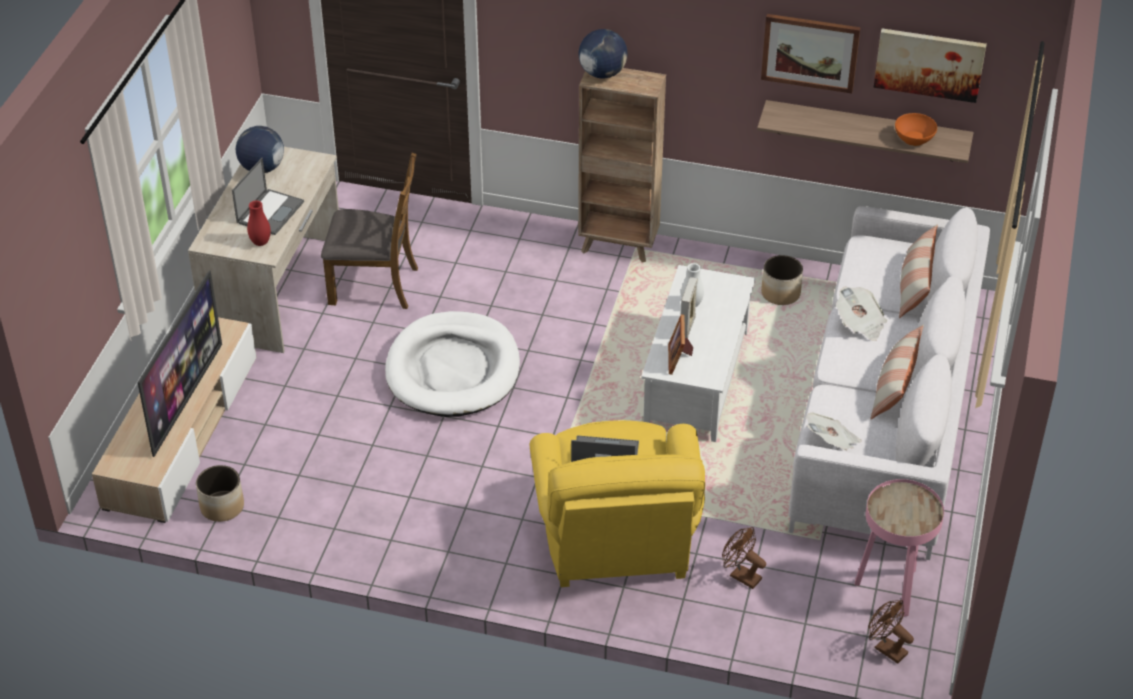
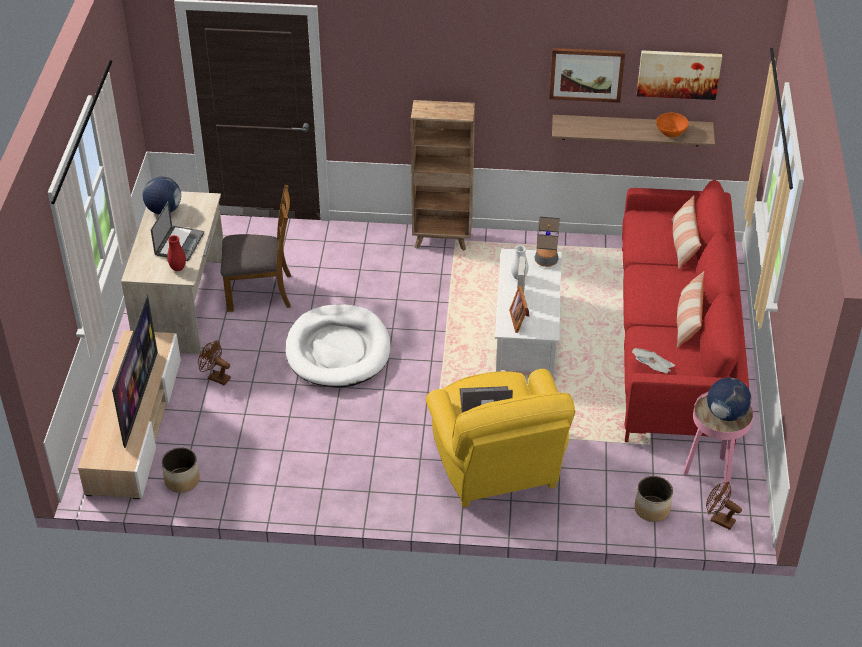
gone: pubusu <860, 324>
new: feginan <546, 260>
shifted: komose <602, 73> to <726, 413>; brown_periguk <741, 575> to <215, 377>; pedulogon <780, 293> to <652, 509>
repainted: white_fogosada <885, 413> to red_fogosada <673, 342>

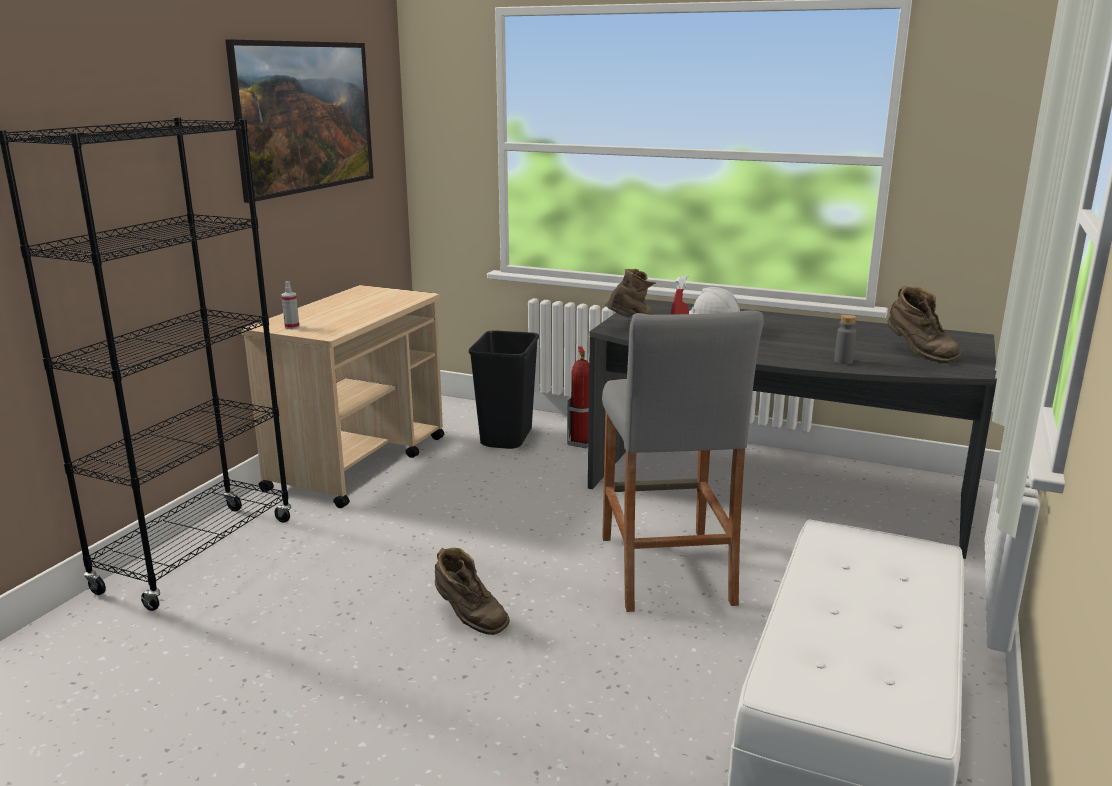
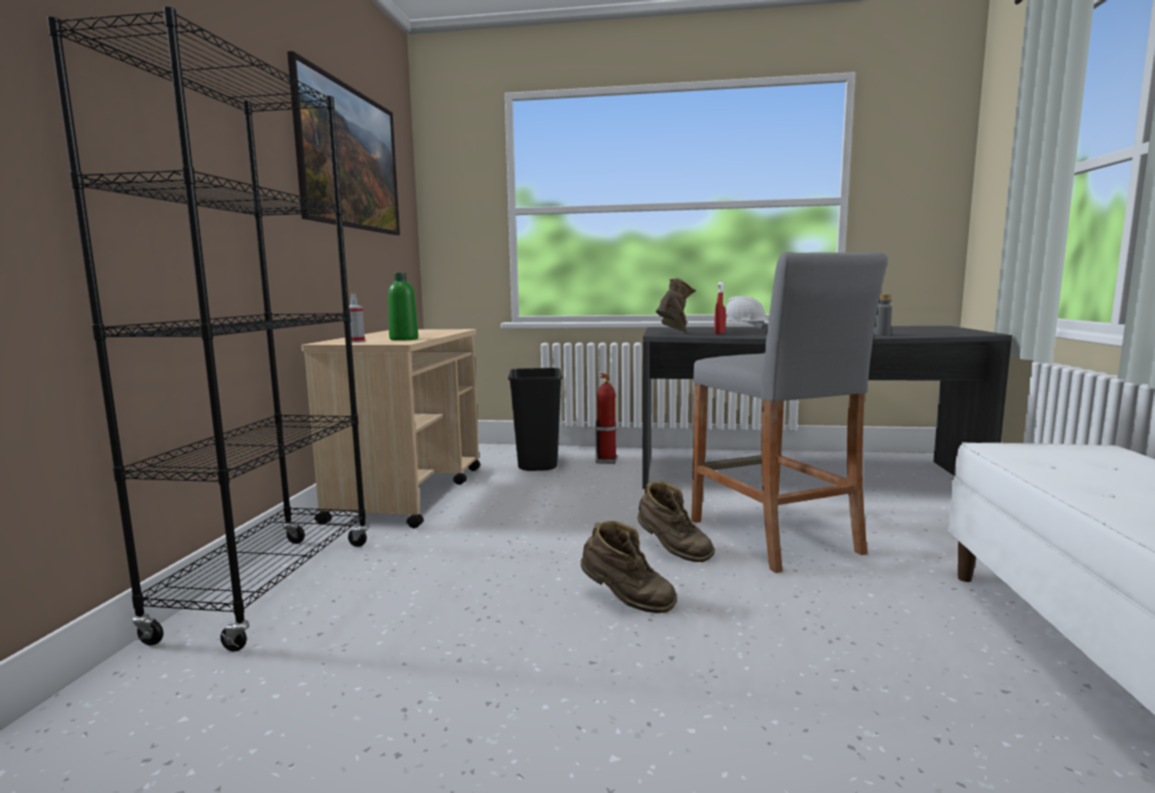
new: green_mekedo <404, 339>
shifted: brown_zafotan <918, 354> to <672, 551>

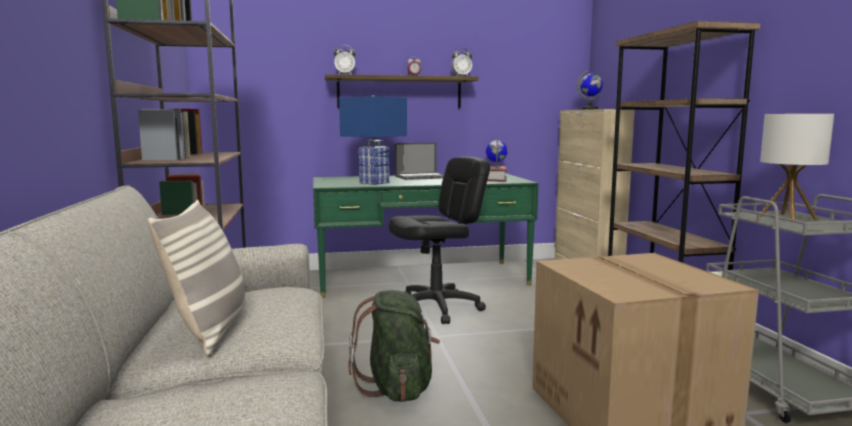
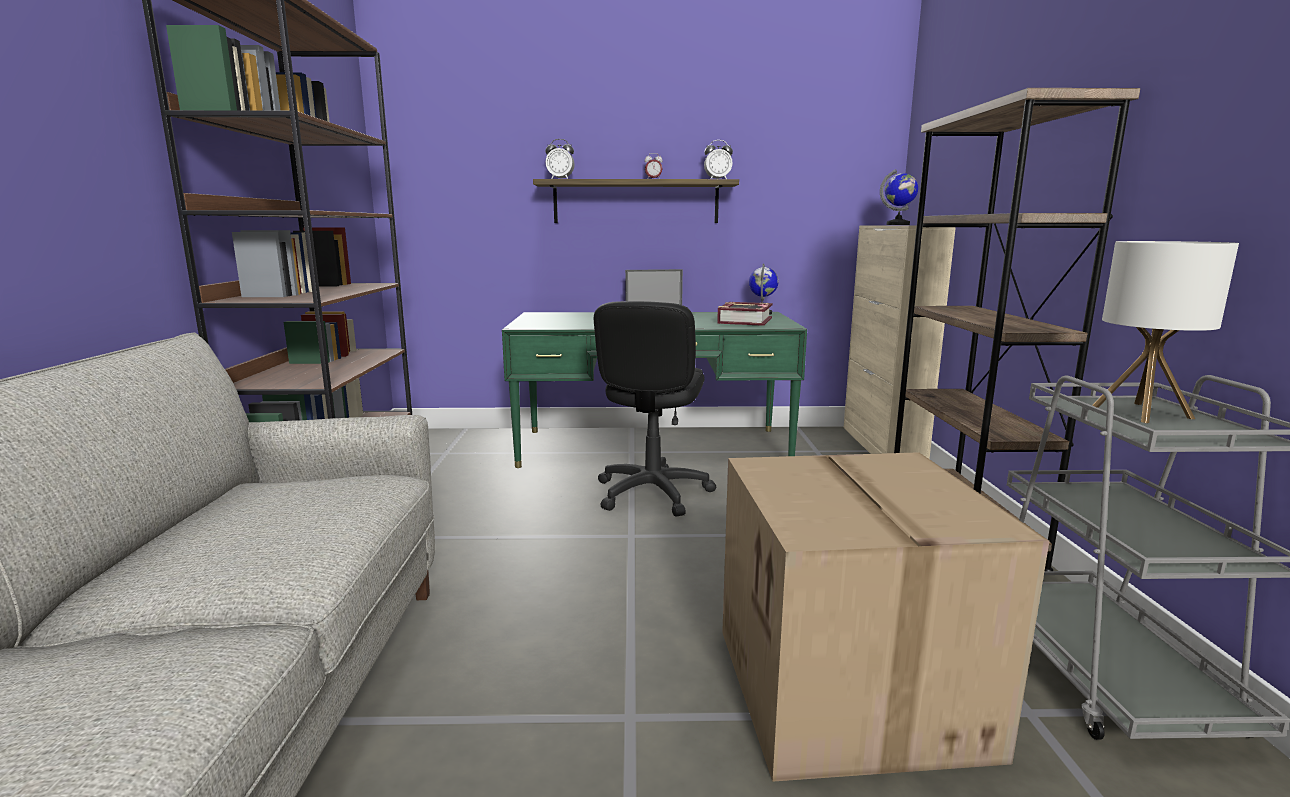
gone: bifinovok <210, 329>; blue_feginan <374, 183>; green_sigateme <397, 388>
rotated: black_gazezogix <437, 308> = <652, 493> 120 degrees clockwise

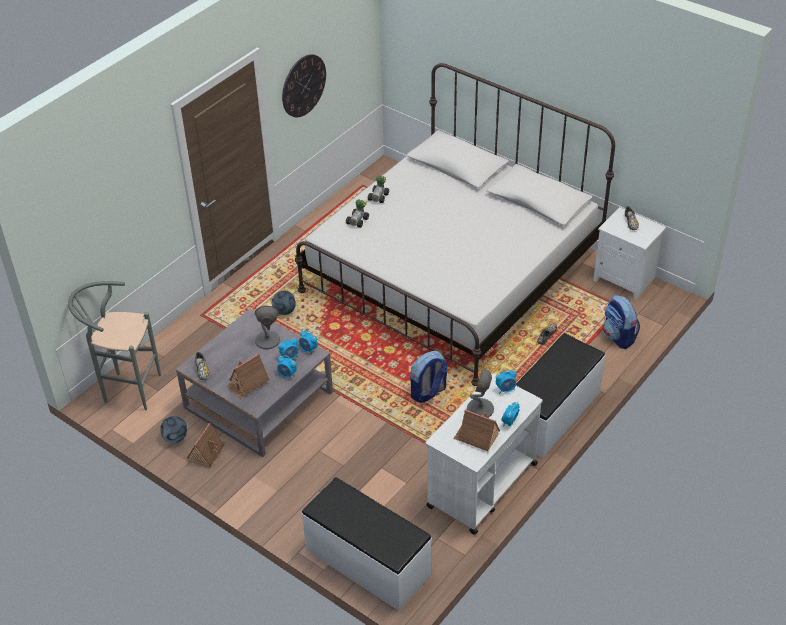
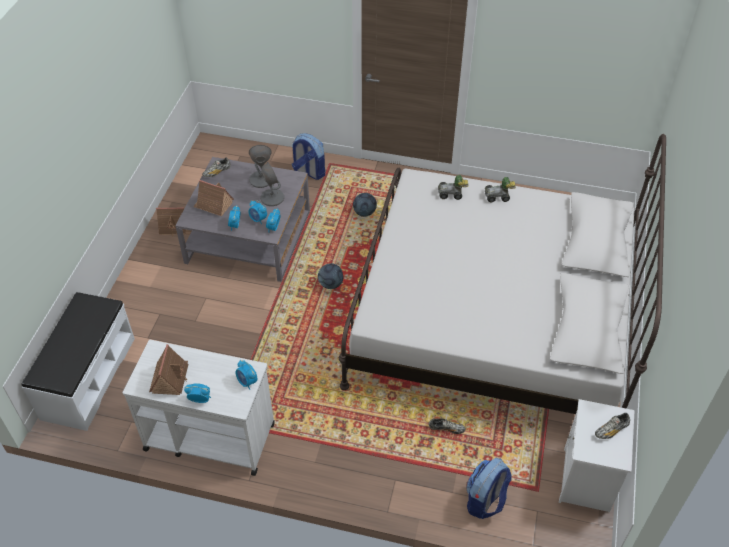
gone: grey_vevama <126, 389>; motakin <303, 85>; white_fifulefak <552, 414>
shifted: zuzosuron <175, 438> to <331, 284>; sigateme <428, 392> to <309, 172>; grey_feginan <480, 409> to <260, 180>

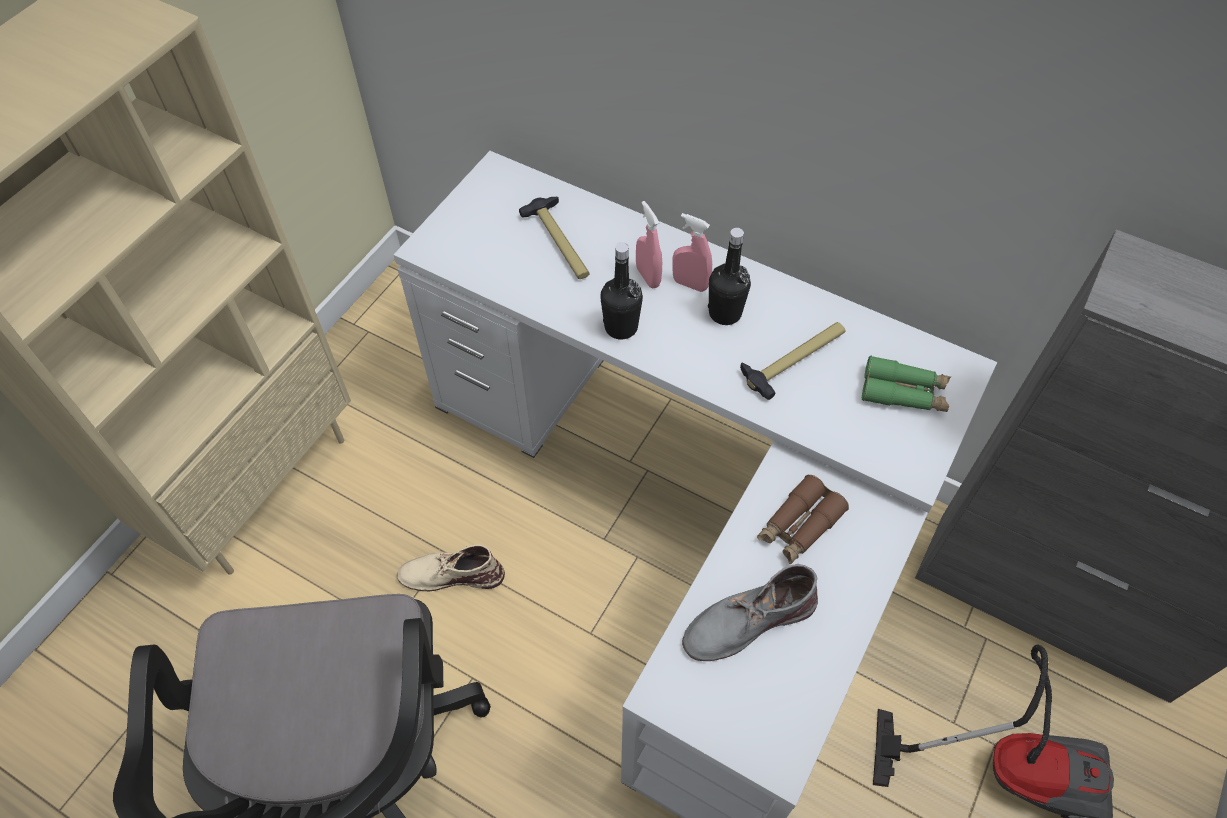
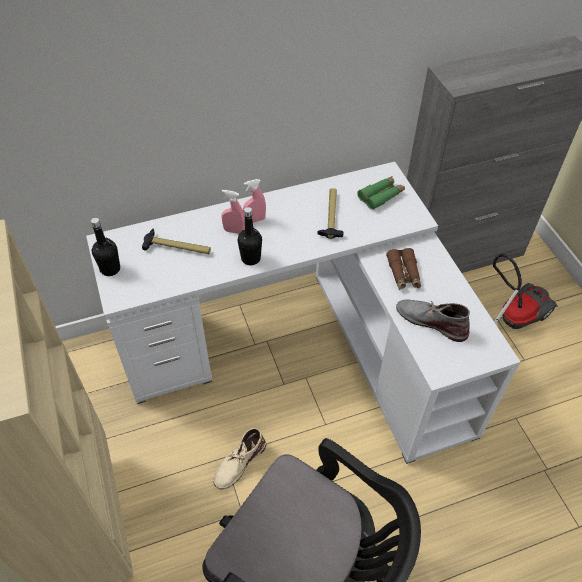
shifted: black_mekedo <725, 313> to <110, 269>
rotated: grey_zafotan <747, 621> = <431, 321> 105 degrees clockwise

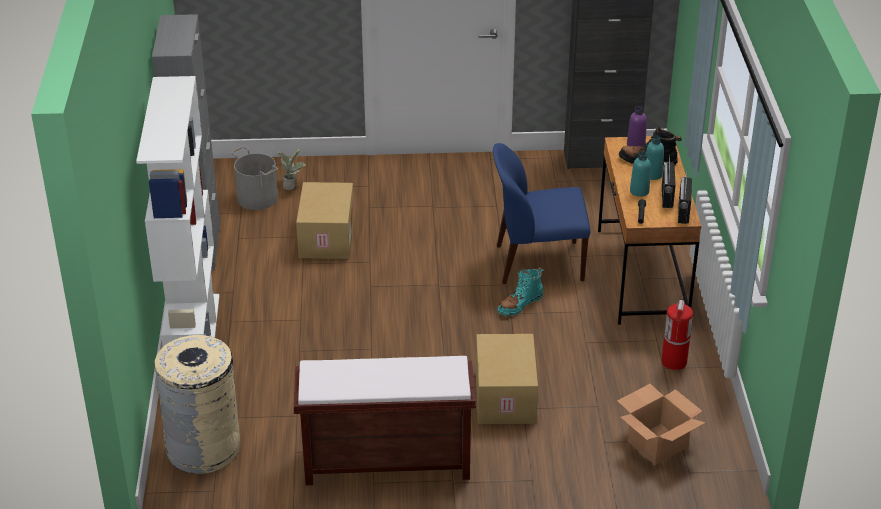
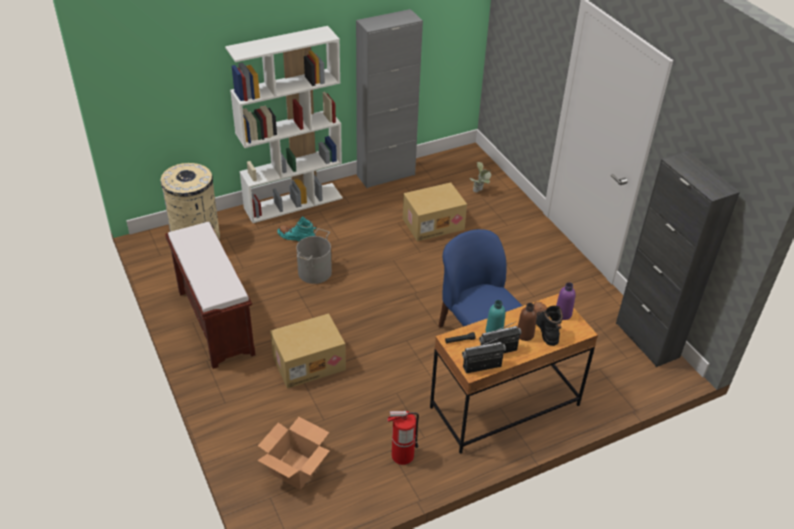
shifted: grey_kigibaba <258, 198> to <315, 272>; turquoise_zafotan <520, 304> to <297, 238>
repainted: turquoise_mekedo <652, 175> to brown_mekedo <525, 334>

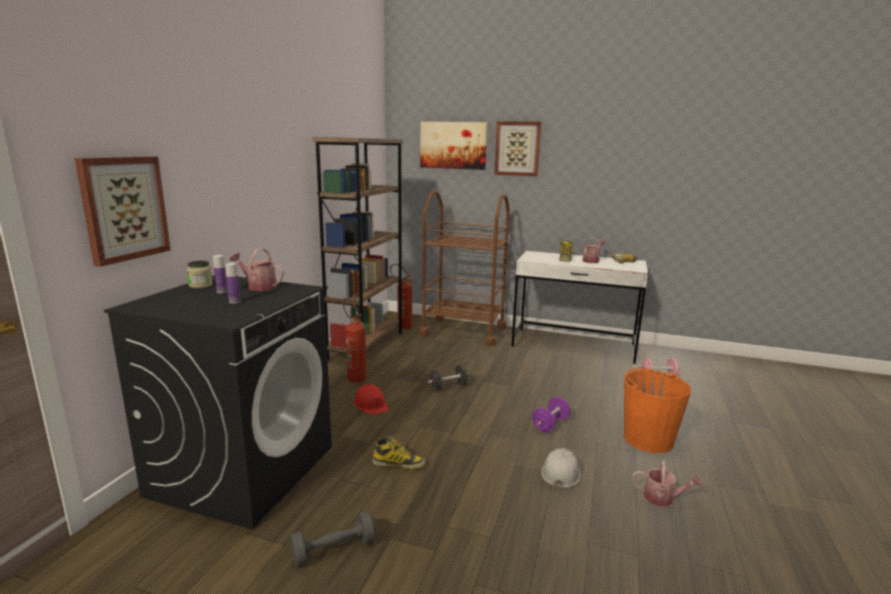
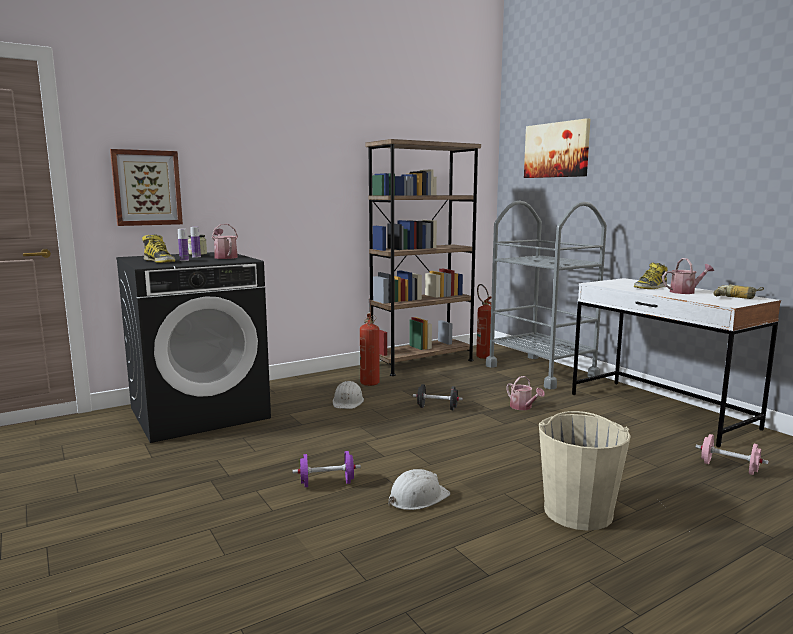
gone: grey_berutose <333, 550>; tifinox <517, 148>
shifted: zafotan <399, 463> to <160, 261>; purple_berutose <550, 424> to <327, 483>; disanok <662, 498> to <523, 407>
repainted: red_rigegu <371, 404> to white_rigegu <348, 402>; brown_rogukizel <463, 331> to grey_rogukizel <541, 371>; orange_kigibaba <647, 439> to beige_kigibaba <578, 511>

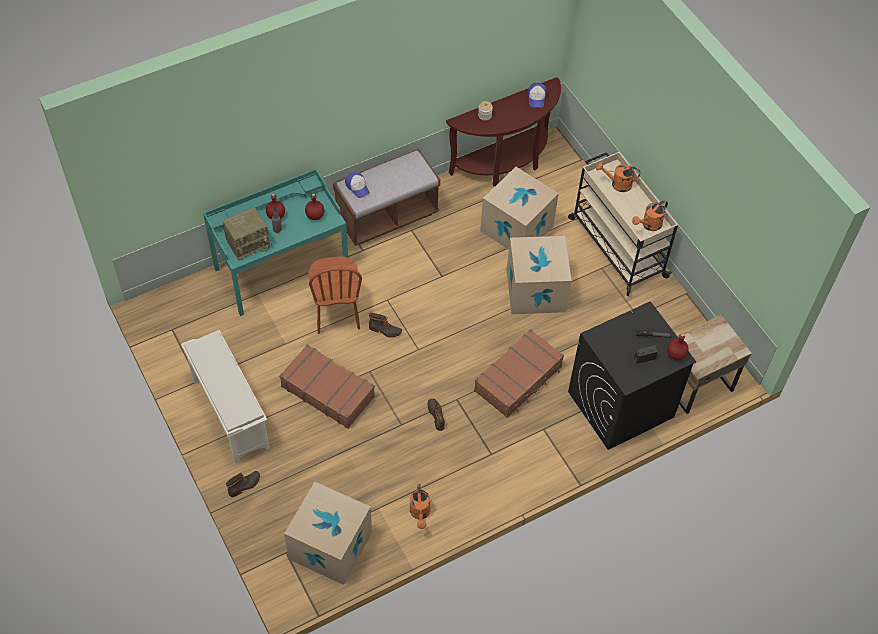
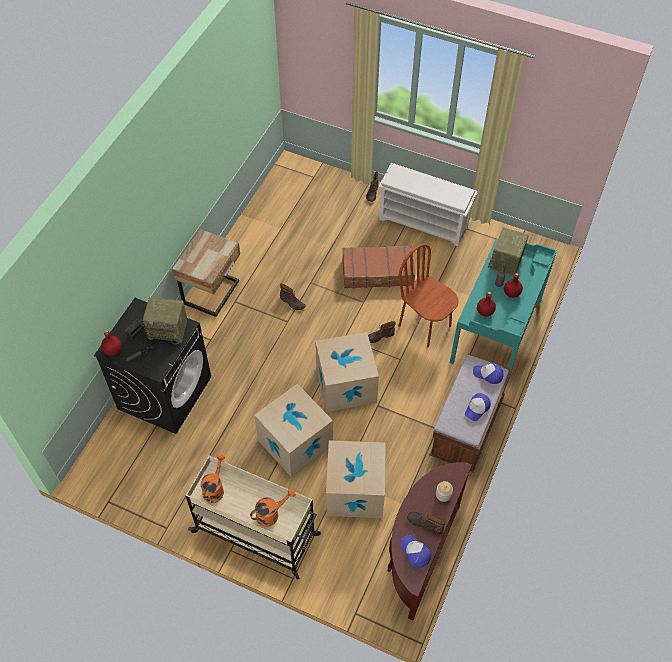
gone: orange_disanok <420, 513>; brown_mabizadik <518, 379>
new: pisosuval <168, 329>; zafotan <425, 523>; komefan <477, 408>
shifted: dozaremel <330, 546> to <346, 385>; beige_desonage <695, 384> to <213, 293>

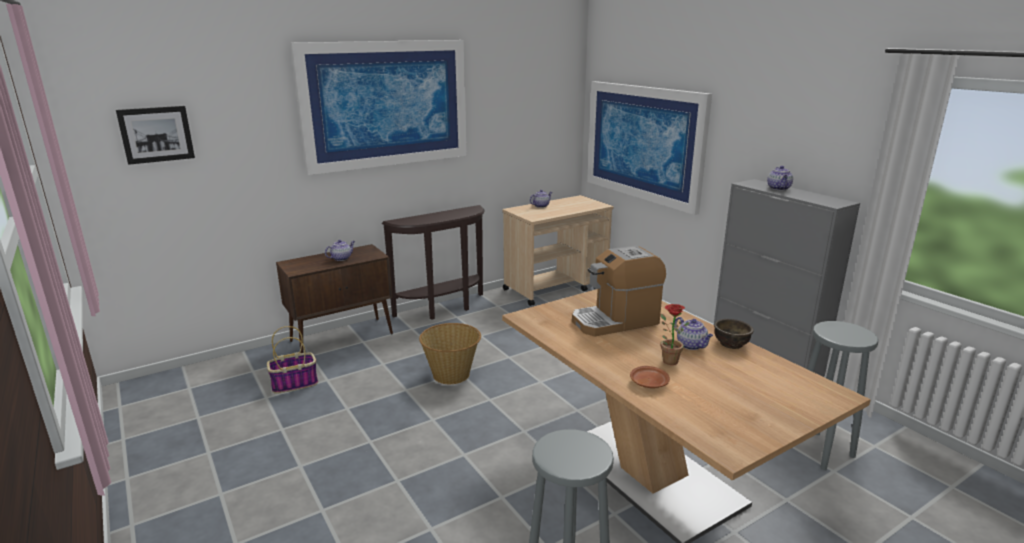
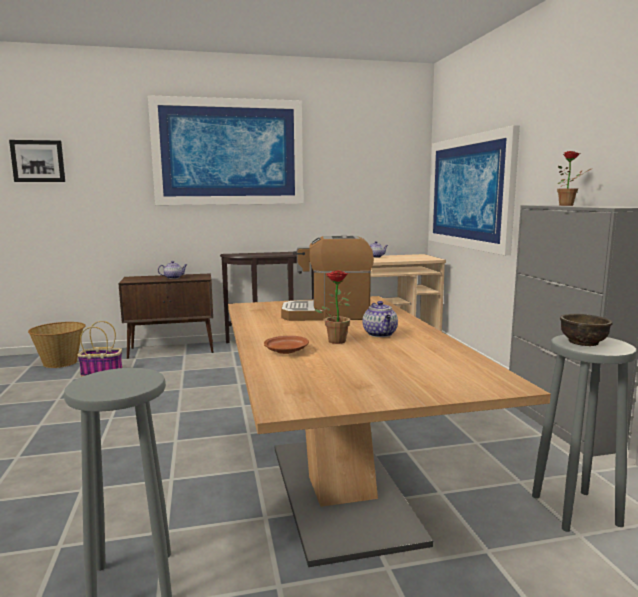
shifted: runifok <452, 374> to <61, 362>; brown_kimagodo <730, 344> to <582, 342>
swapped: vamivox <779, 188> to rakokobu <569, 205>

